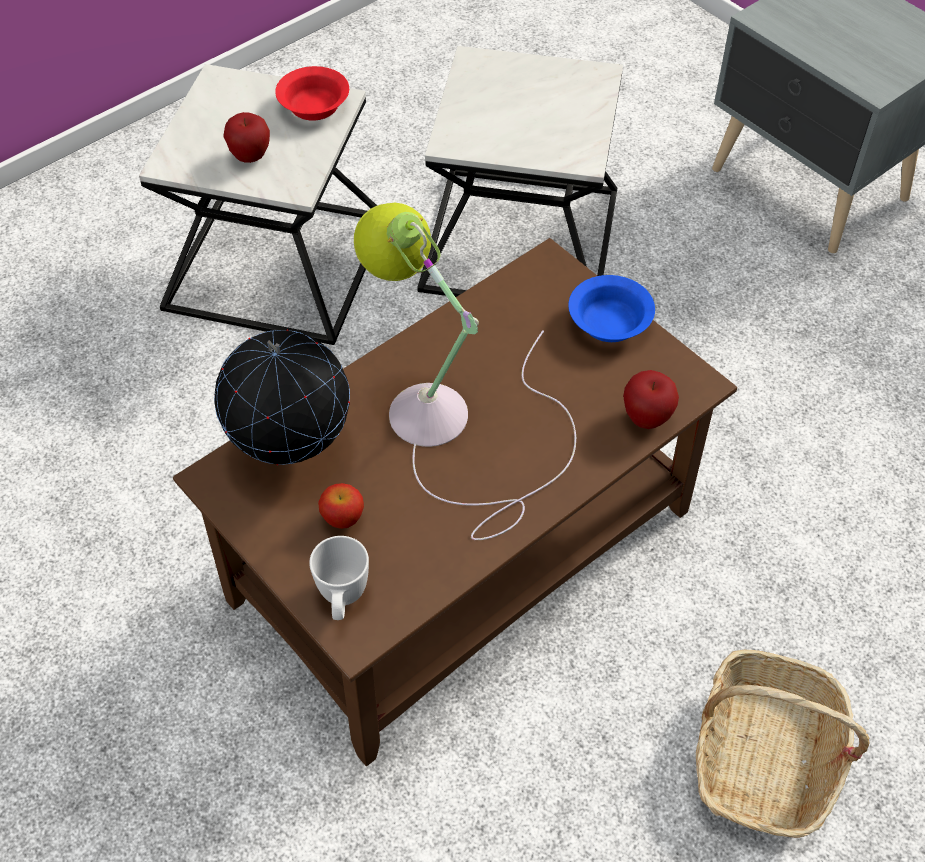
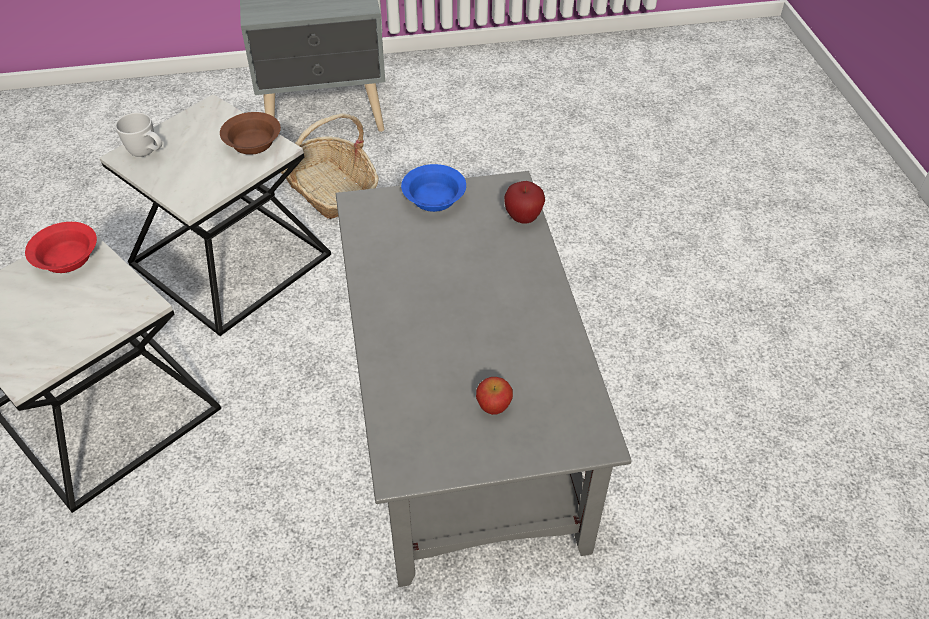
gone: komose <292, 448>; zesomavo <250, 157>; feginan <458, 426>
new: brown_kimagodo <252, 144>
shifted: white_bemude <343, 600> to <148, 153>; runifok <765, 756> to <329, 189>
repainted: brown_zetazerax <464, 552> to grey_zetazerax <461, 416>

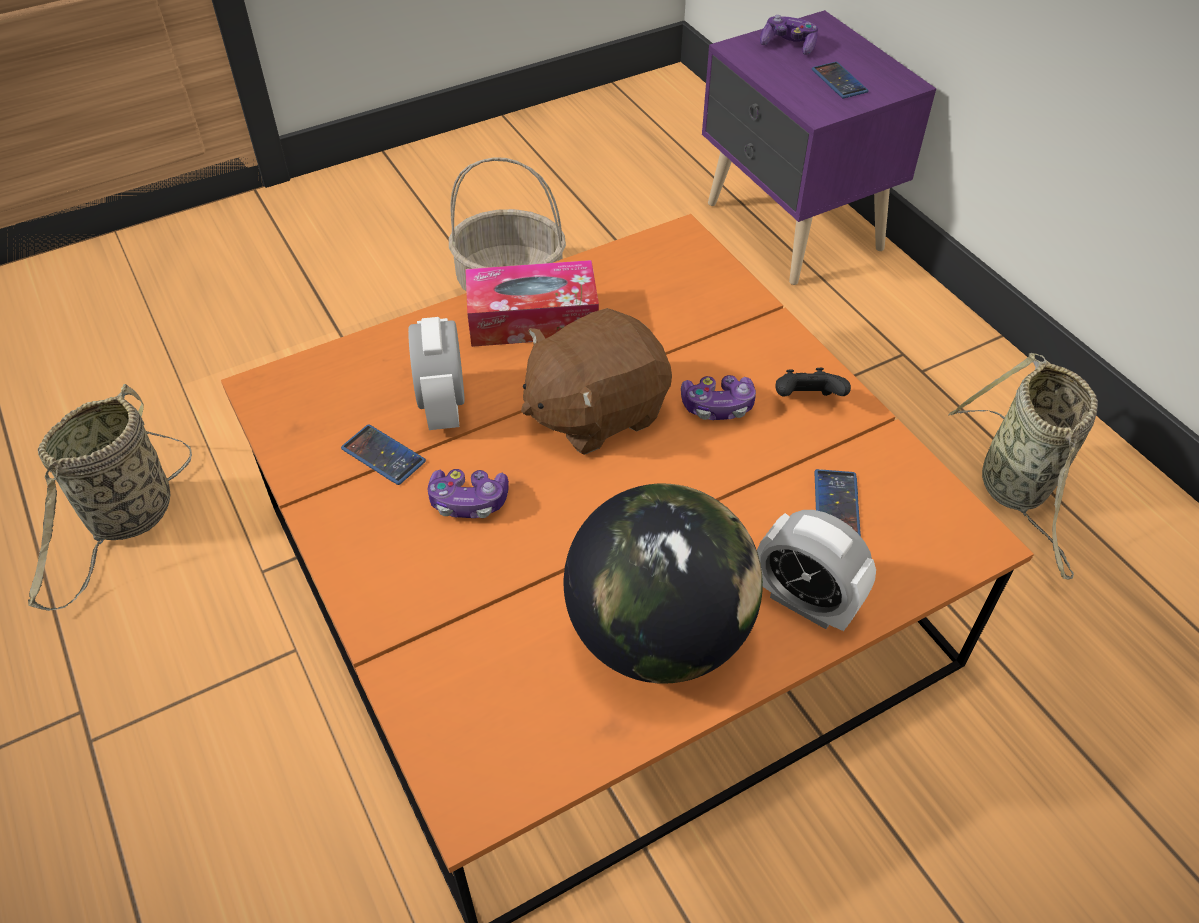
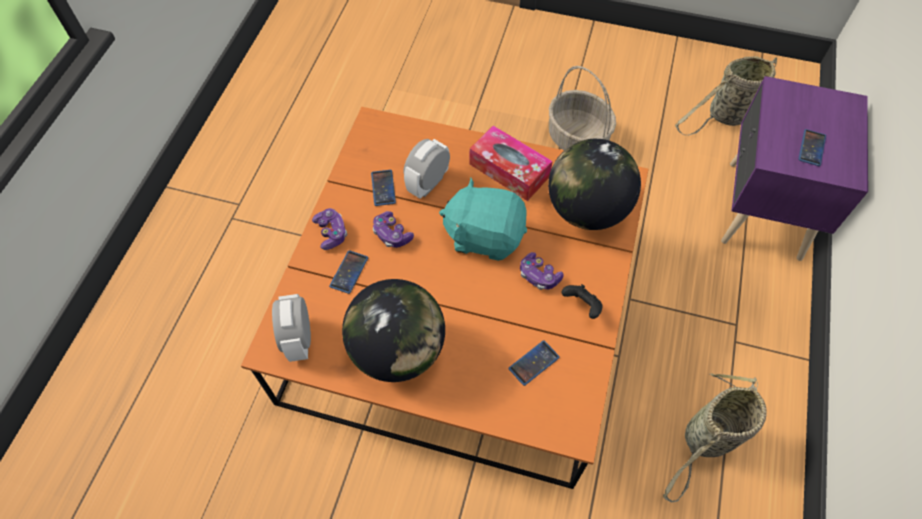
new: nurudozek <349, 272>; komose <587, 210>
shifted: runifok <129, 520> to <726, 116>; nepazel <805, 602> to <299, 339>; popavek <788, 45> to <331, 233>
repainted: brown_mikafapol <595, 411> to turquoise_mikafapol <484, 235>

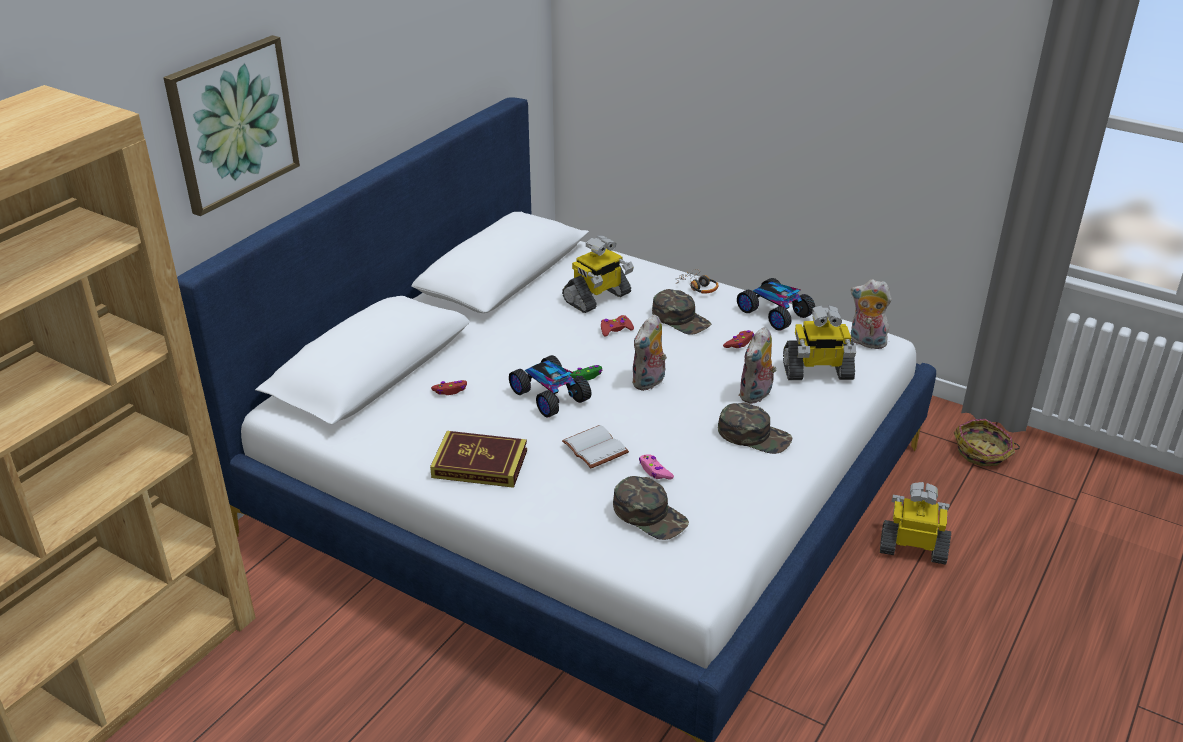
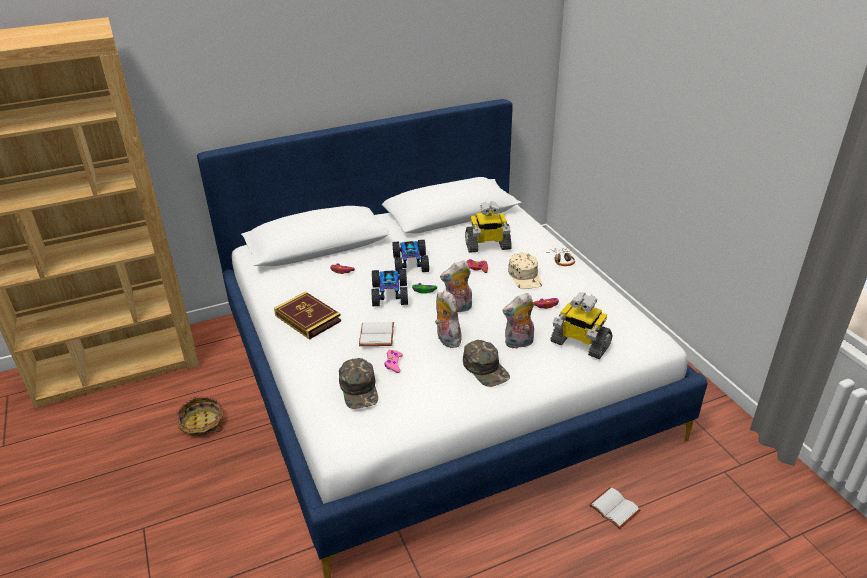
gone: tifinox <232, 123>
shifted: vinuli <775, 312> to <411, 263>; mikafapol <866, 342> to <446, 339>; runifok <983, 452> to <202, 424>
swapped: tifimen <913, 548> to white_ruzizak <613, 509>
repainted: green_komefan <681, 319> to beige_komefan <525, 276>

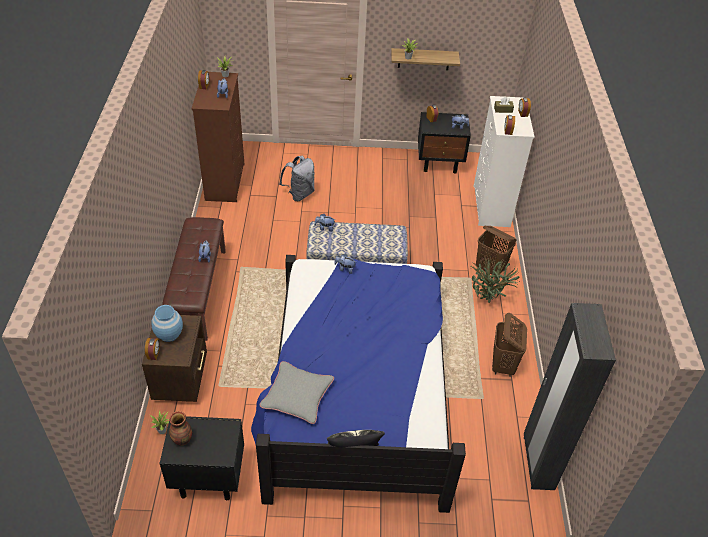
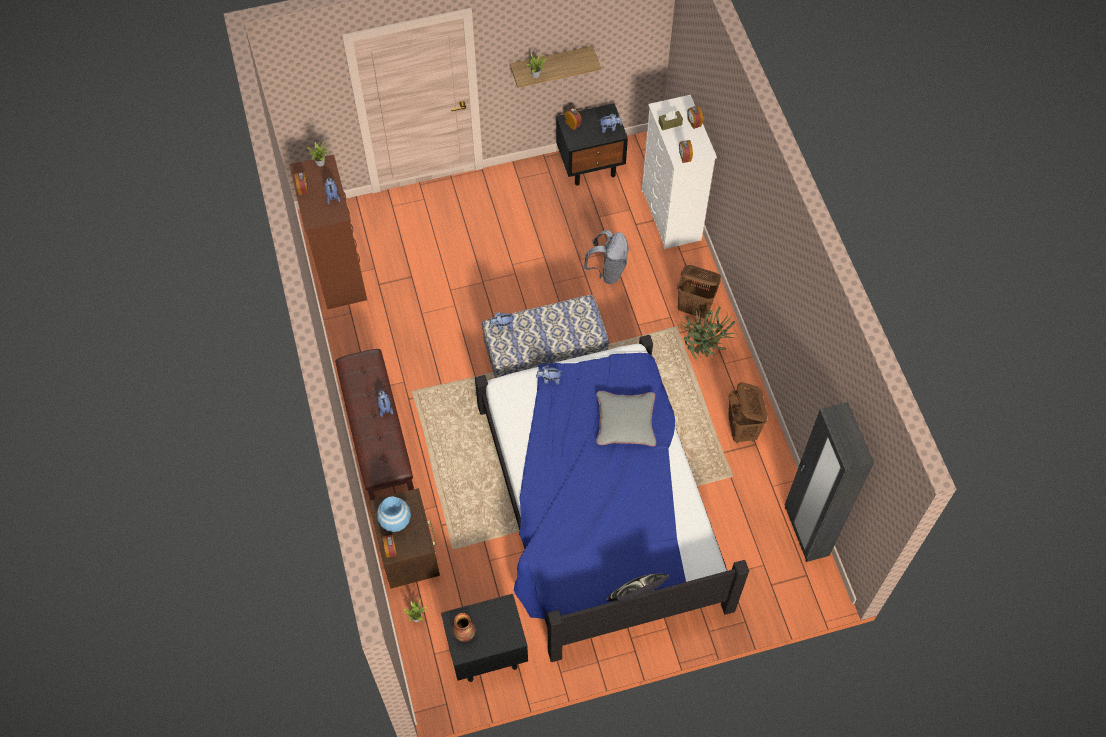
shifted: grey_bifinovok <297, 396> to <625, 421>; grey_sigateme <299, 194> to <608, 271>

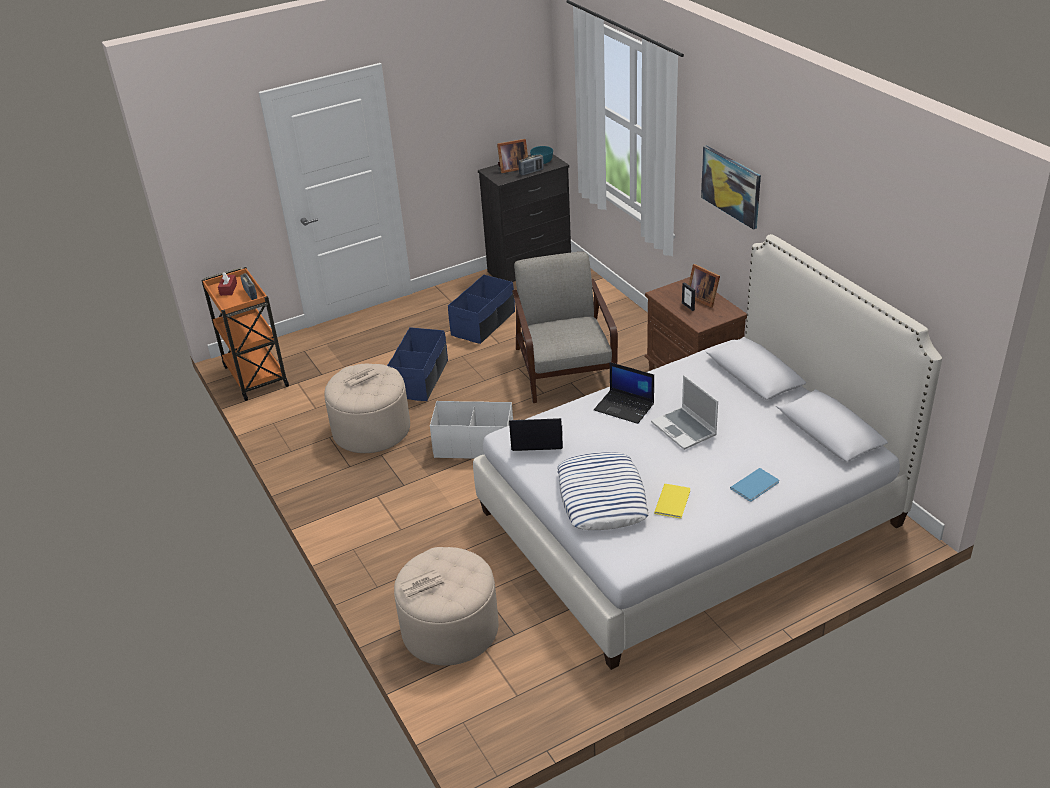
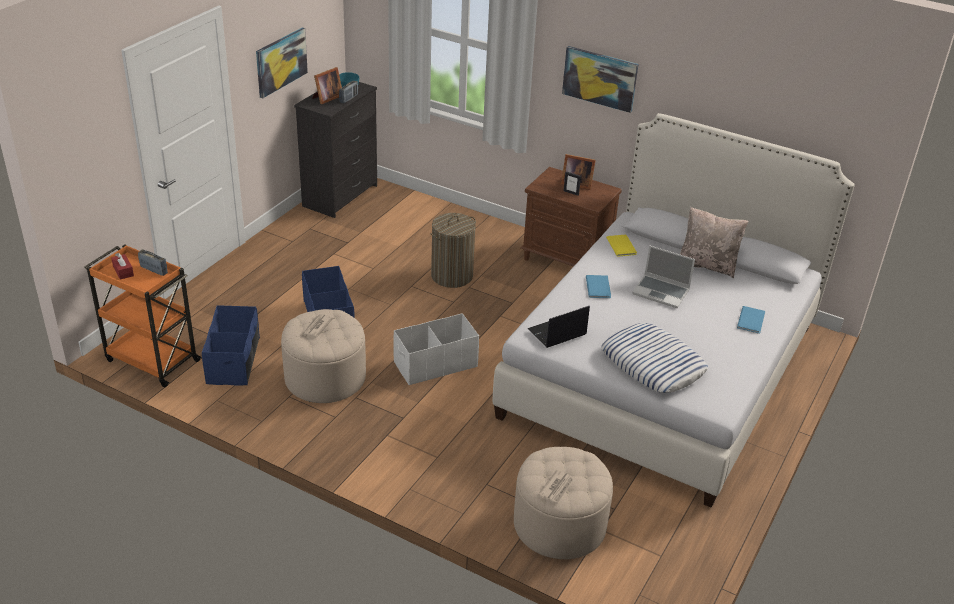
new: tifinox <281, 62>; beige_bifinovok <707, 265>
shifted: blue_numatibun <483, 323> to <234, 360>; yellow_ruzizak <674, 501> to <622, 245>
swapped: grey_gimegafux <564, 368> to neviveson <452, 276>; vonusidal <625, 407> to blue_ruzizak <599, 287>

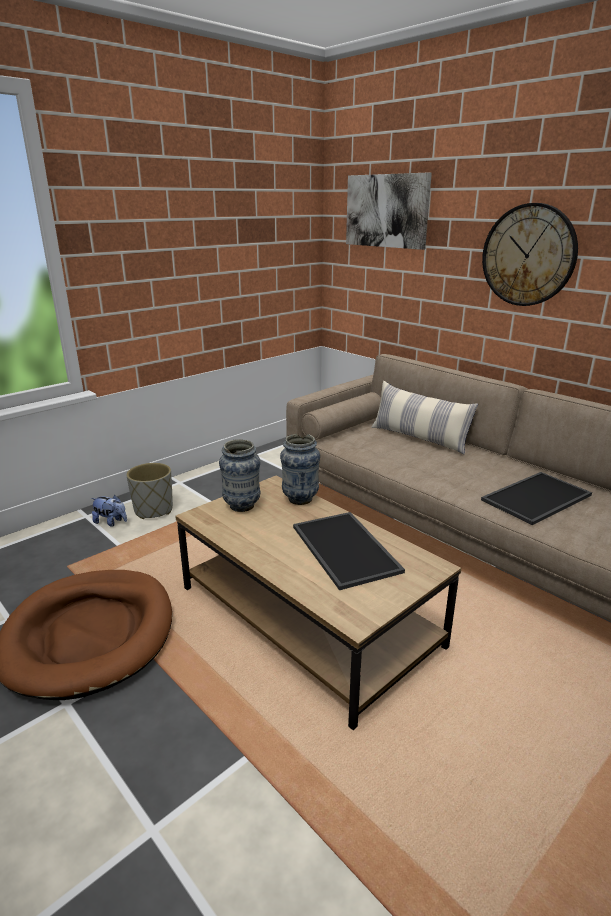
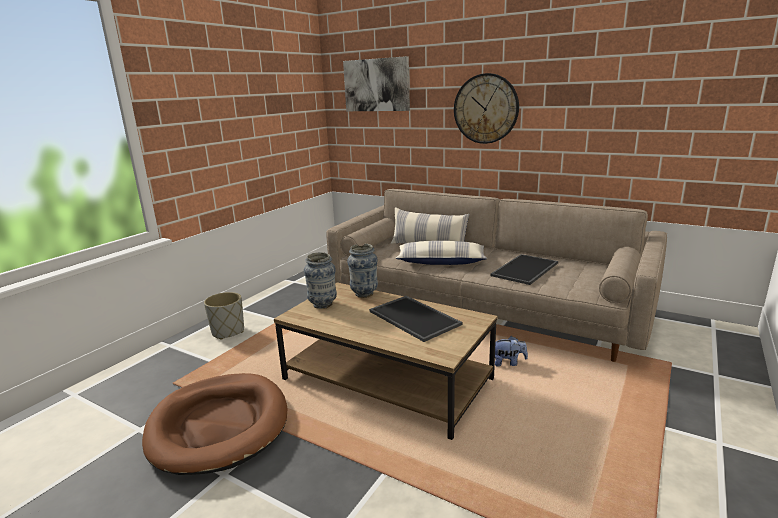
new: bifinovok <441, 261>
shifted: mikafapol <111, 522> to <508, 363>

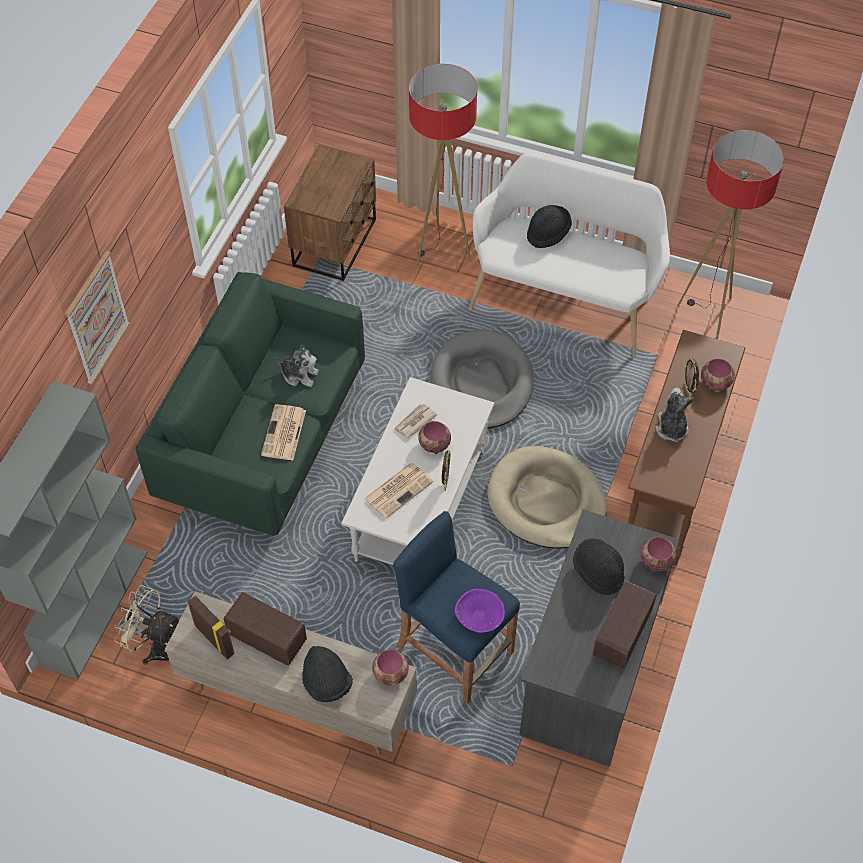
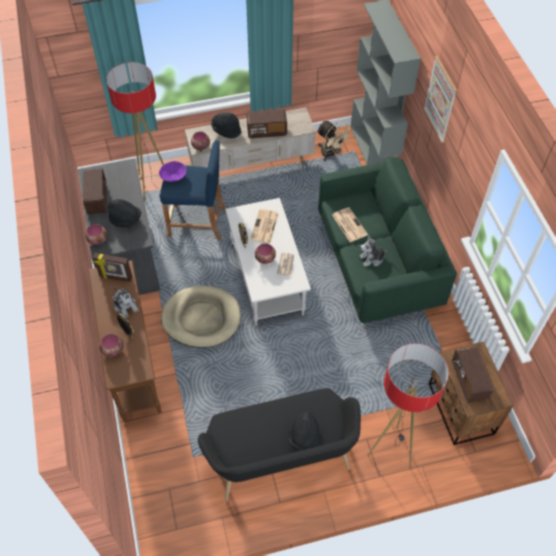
gone: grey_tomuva <481, 383>
new: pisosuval <469, 380>
shifted: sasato <215, 639> to <116, 278>; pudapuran <708, 314> to <152, 185>
repainted: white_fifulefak <564, 299> to black_fifulefak <281, 462>
rotated: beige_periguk <157, 646> = <331, 154> 60 degrees clockwise

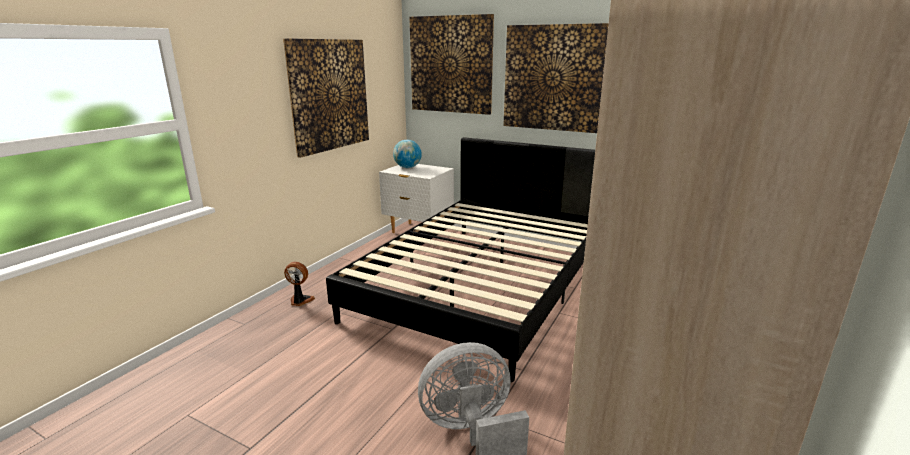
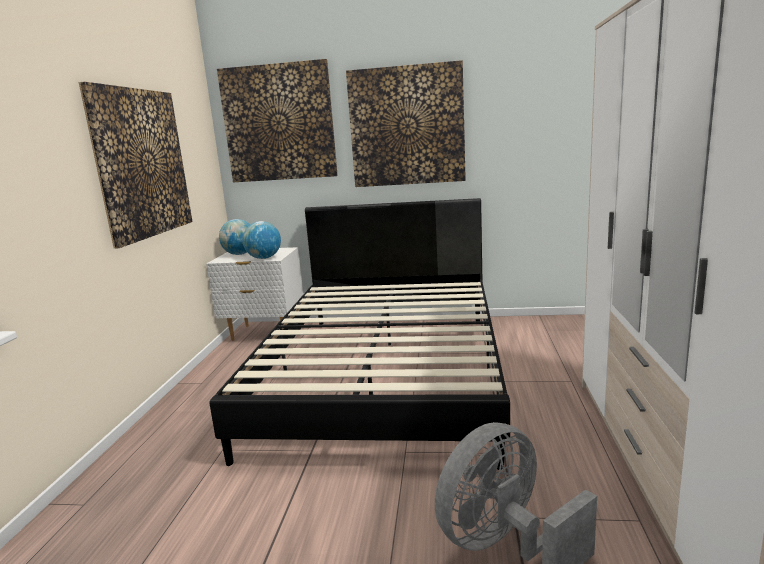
gone: periguk <300, 301>
new: komose <264, 258>

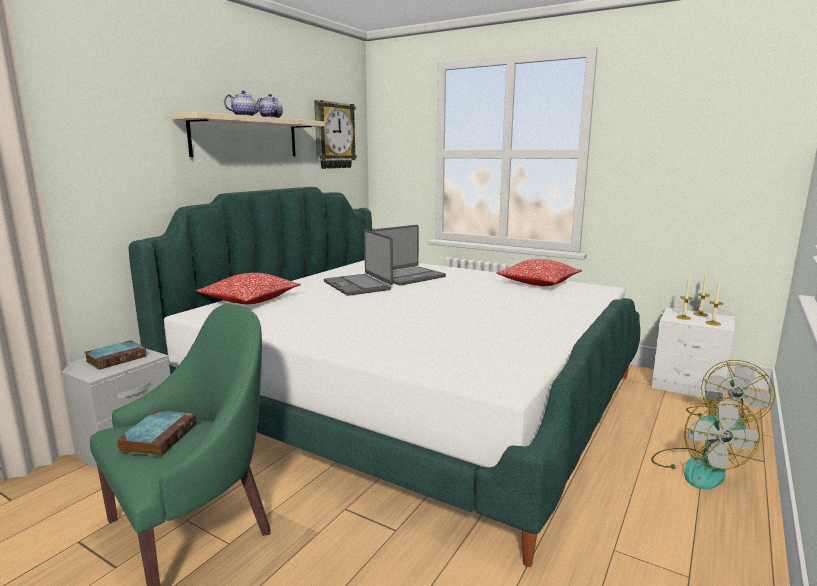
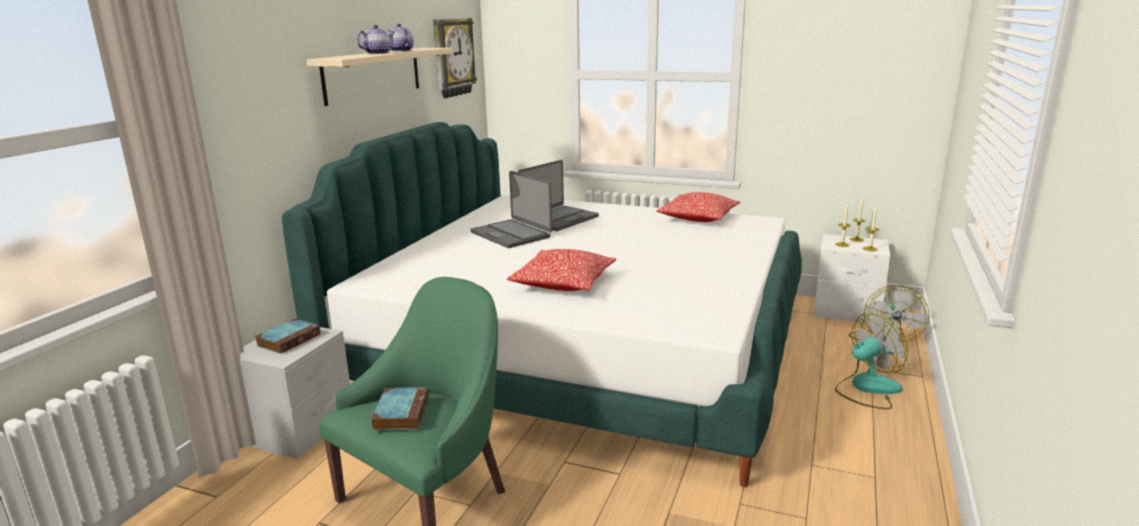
shifted: bifinovok <250, 300> to <563, 283>
rotated: periguk <697, 468> = <867, 388> 105 degrees counterclockwise

